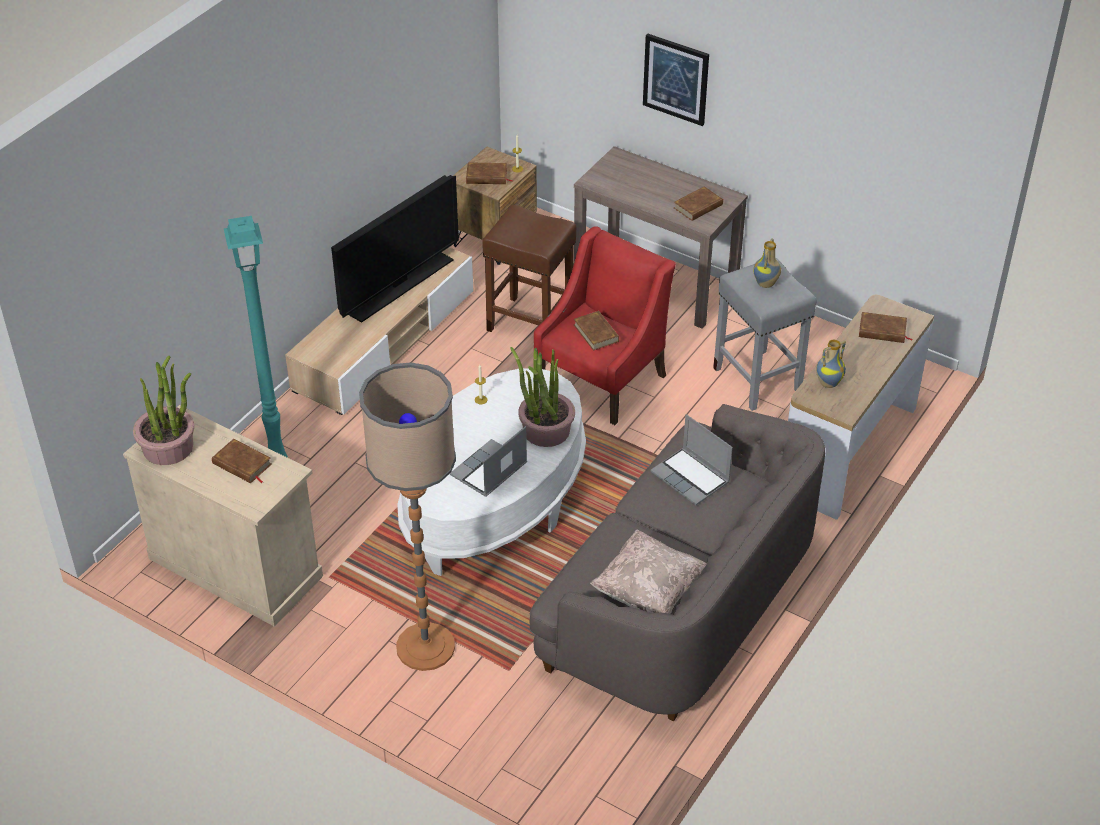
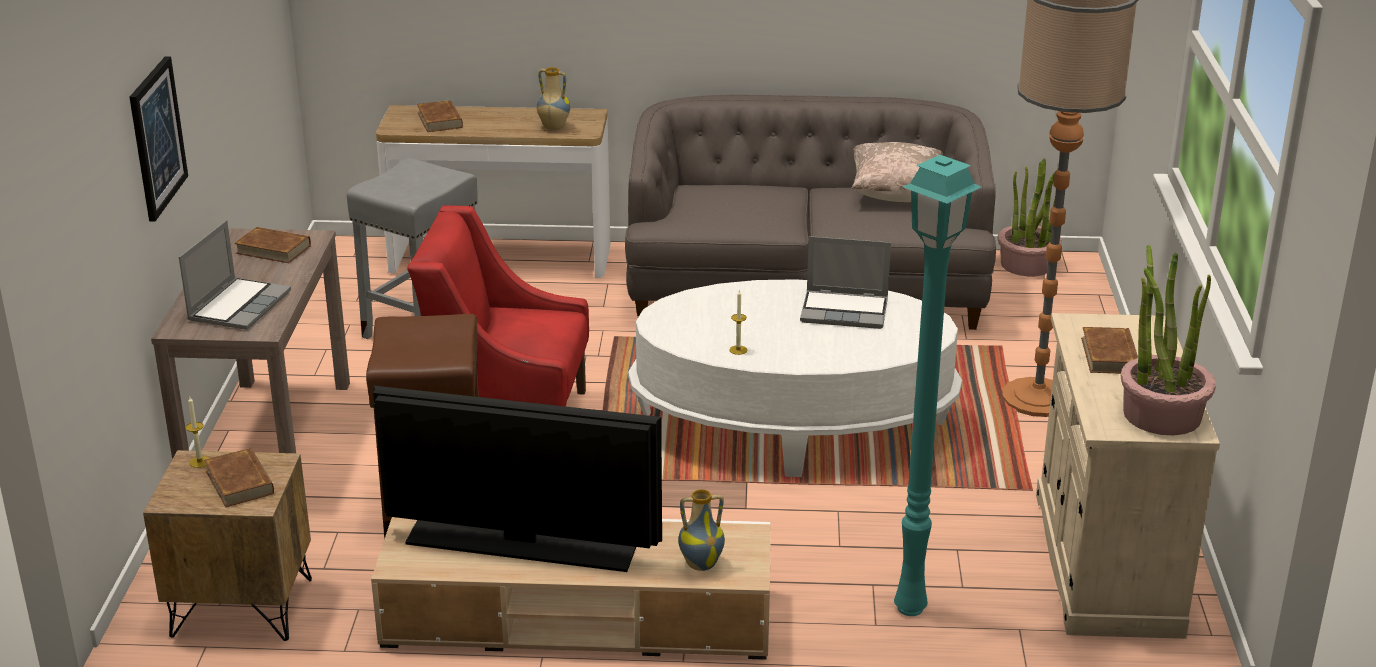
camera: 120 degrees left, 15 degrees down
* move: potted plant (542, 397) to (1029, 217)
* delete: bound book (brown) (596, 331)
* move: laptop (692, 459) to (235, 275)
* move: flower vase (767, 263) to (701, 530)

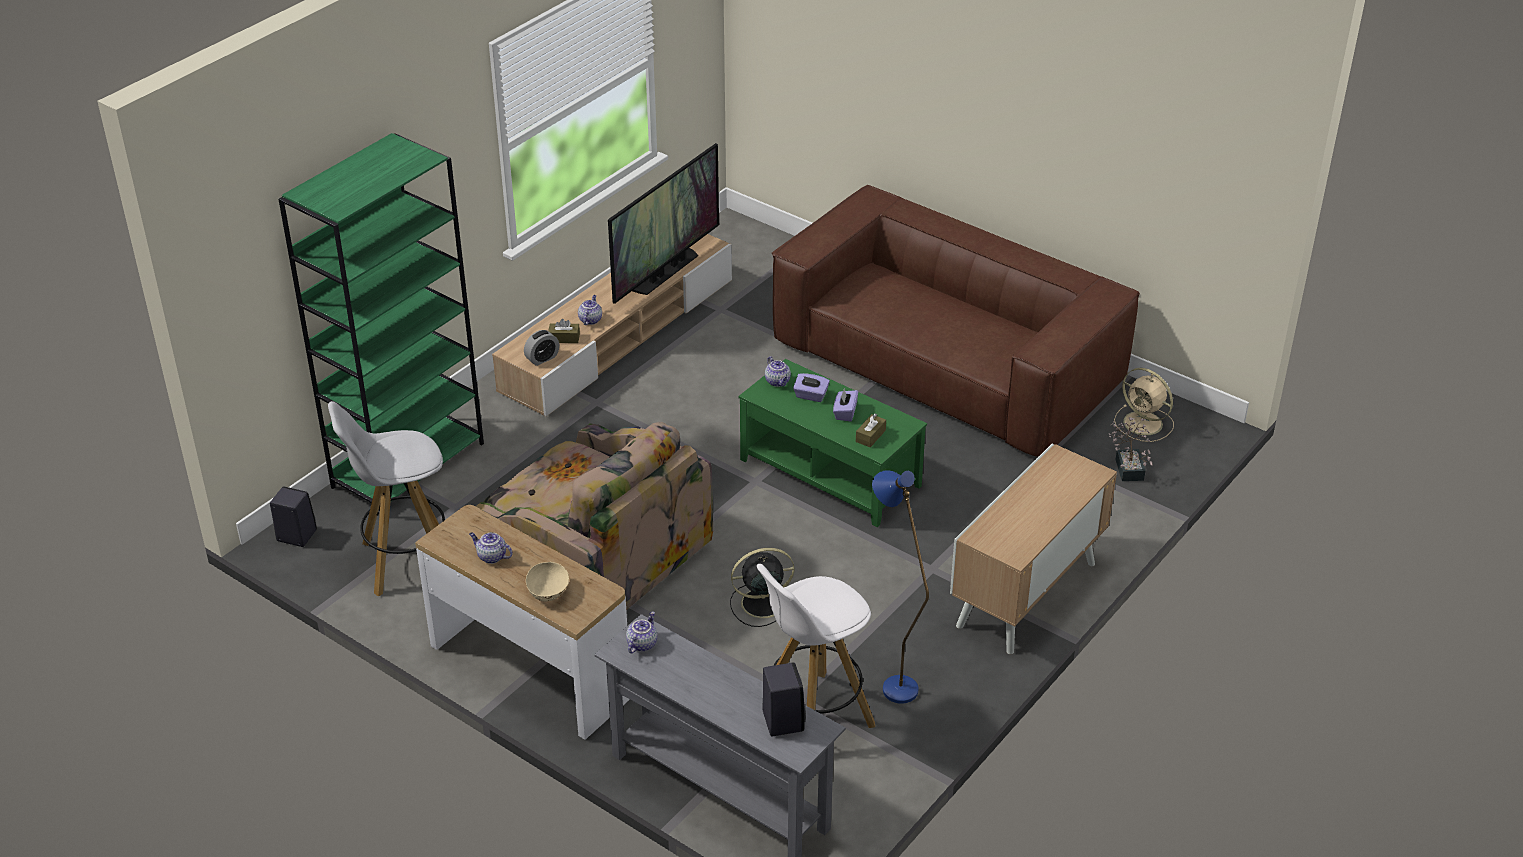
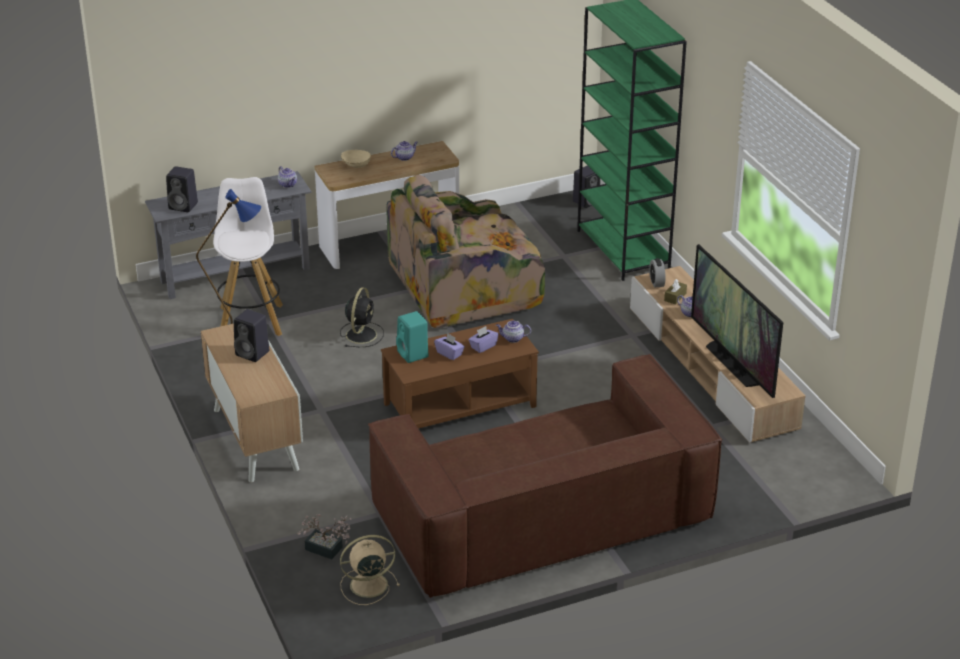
camera: 120 degrees right, 5 degrees down
* delete: stool seat (whitish) (386, 498)
* recolor: low table (green-coloured) (833, 443) to low table (brown) (460, 374)
* replace: tissue holder (brown) (871, 430) to audio speaker (turquoise) (412, 337)
* insert: audio speaker (black) (251, 335)

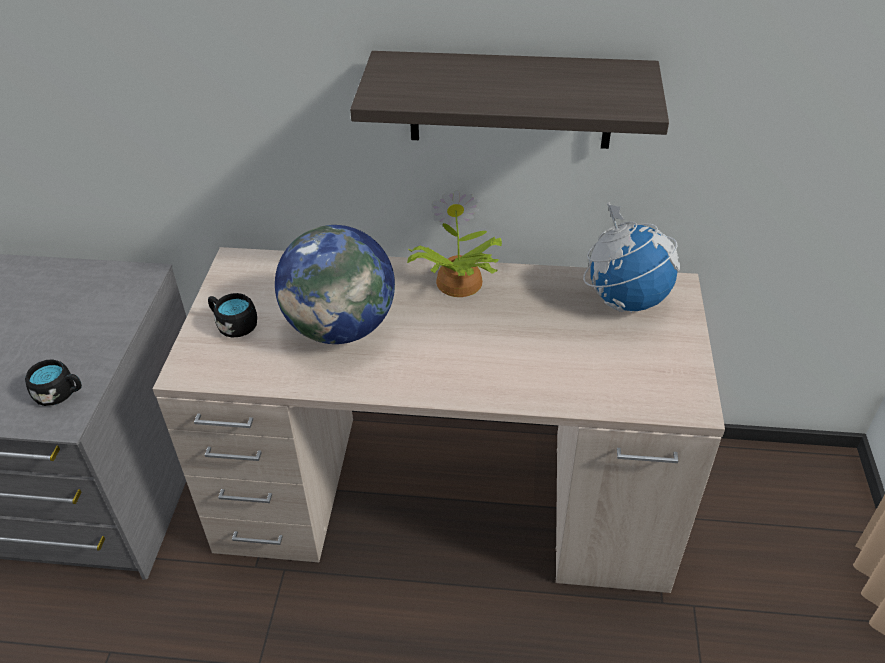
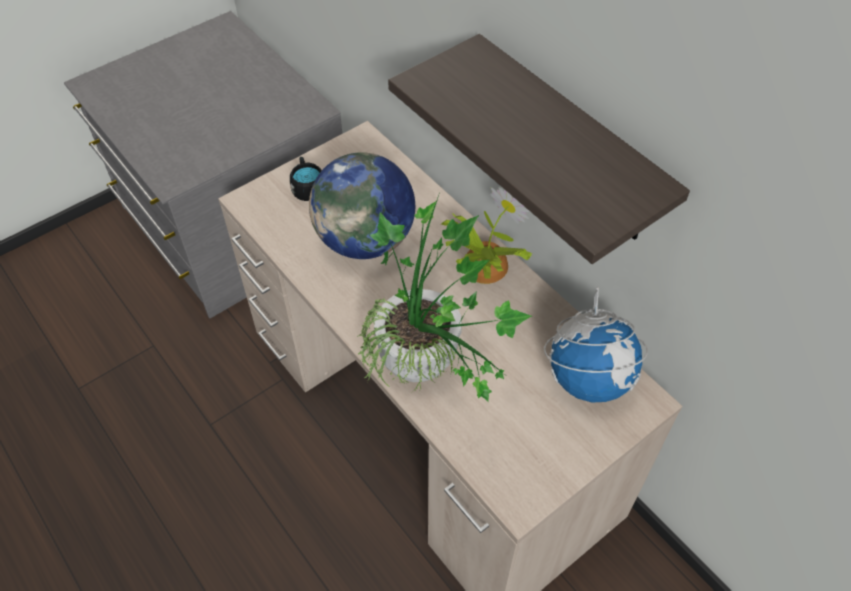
camera: 45 degrees right, 10 degrees up
* delete: tea mug (black) (53, 382)
* insert: potted plant (444, 298)

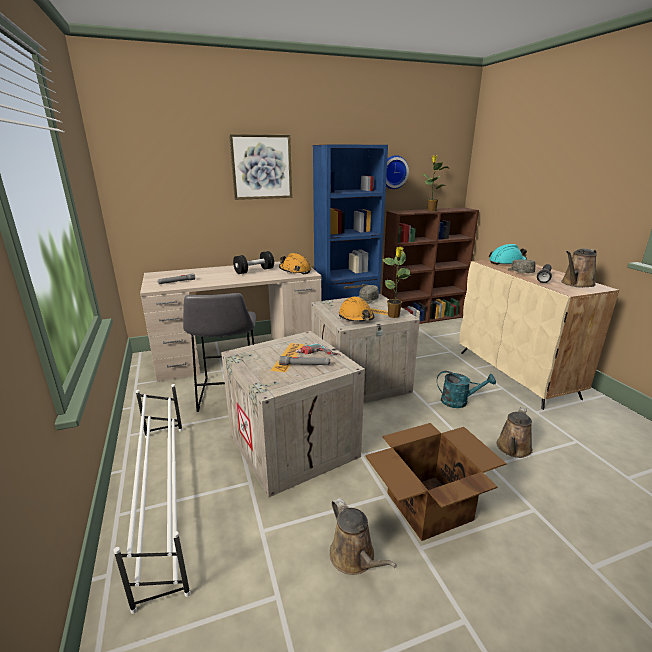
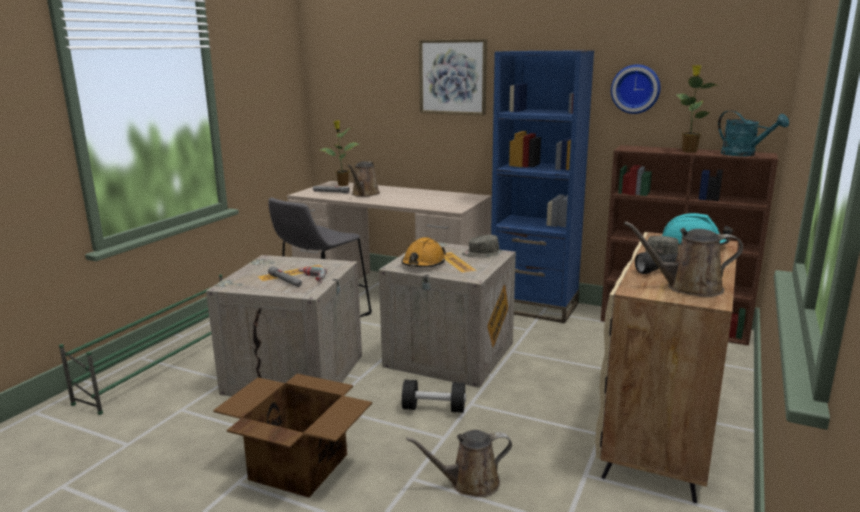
camera: 45 degrees right, 5 degrees down
* recolor: shoe shelf (whitish) (152, 499) to shoe shelf (green-coloured) (141, 345)
* move: dumbbell (black) (253, 262) to (434, 396)
* delete: hard hat (orange-coloured) (295, 263)
* move: watering can (brown) (363, 536) to (364, 179)
* move: potted plant (396, 282) to (340, 153)
* move: watering can (turquoise) (466, 389) to (753, 133)

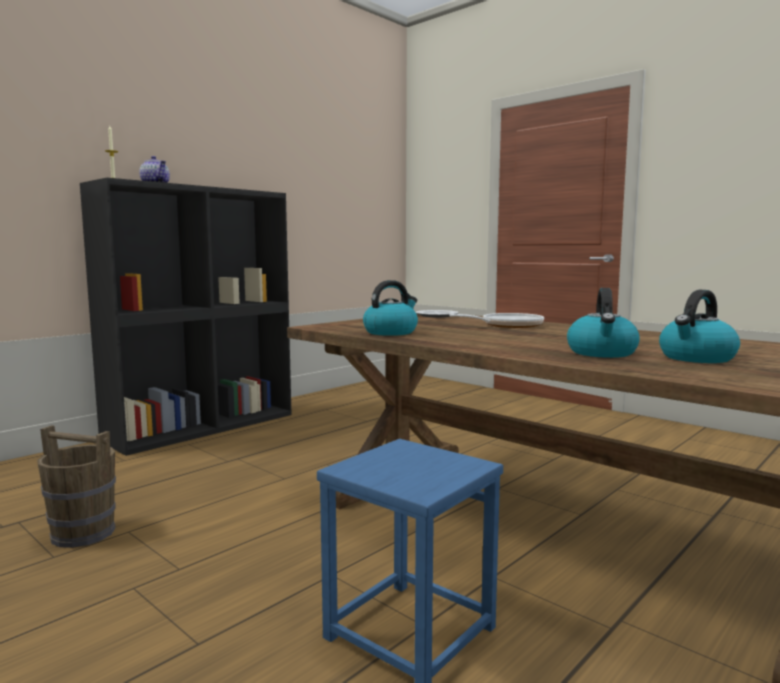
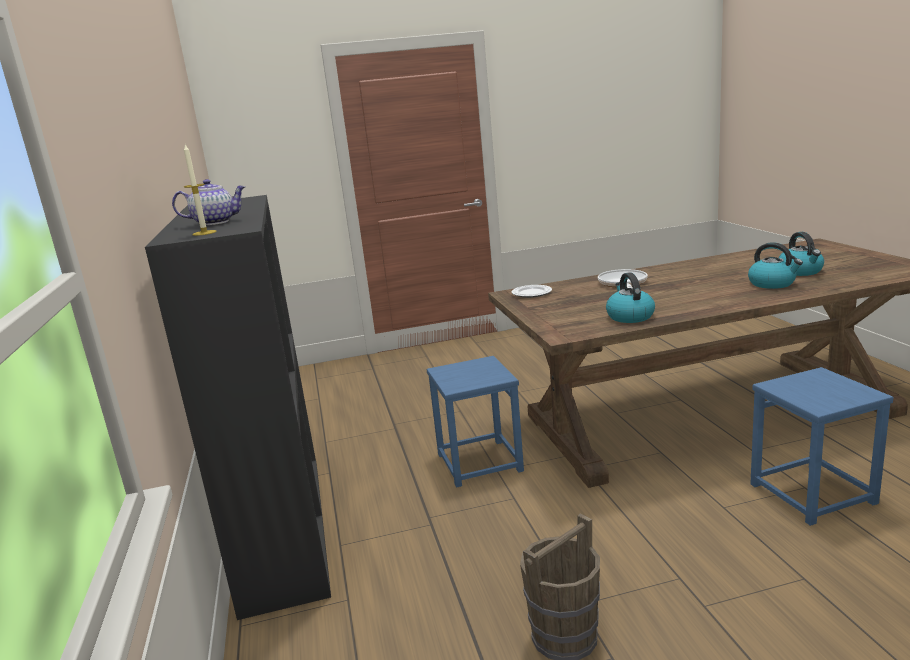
camera: 55 degrees left, 10 degrees up
* insert: stool seat (bluish) (475, 421)

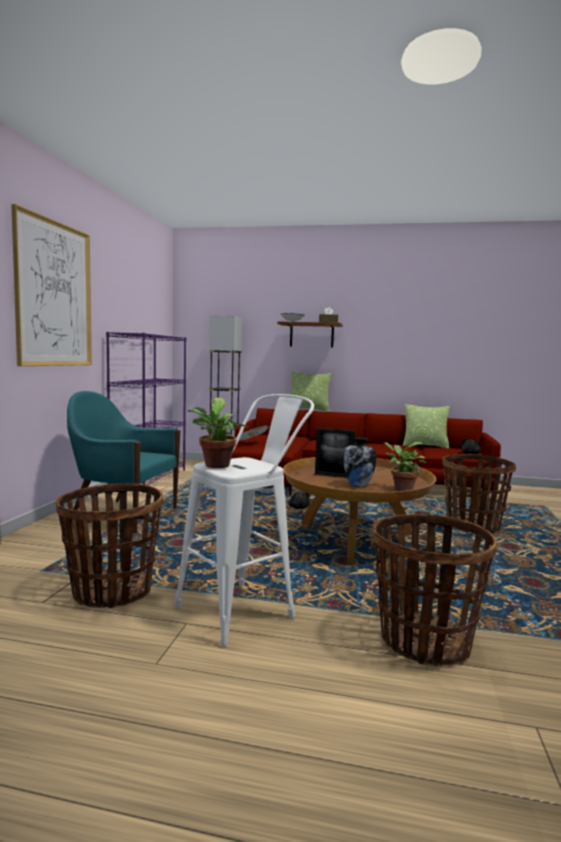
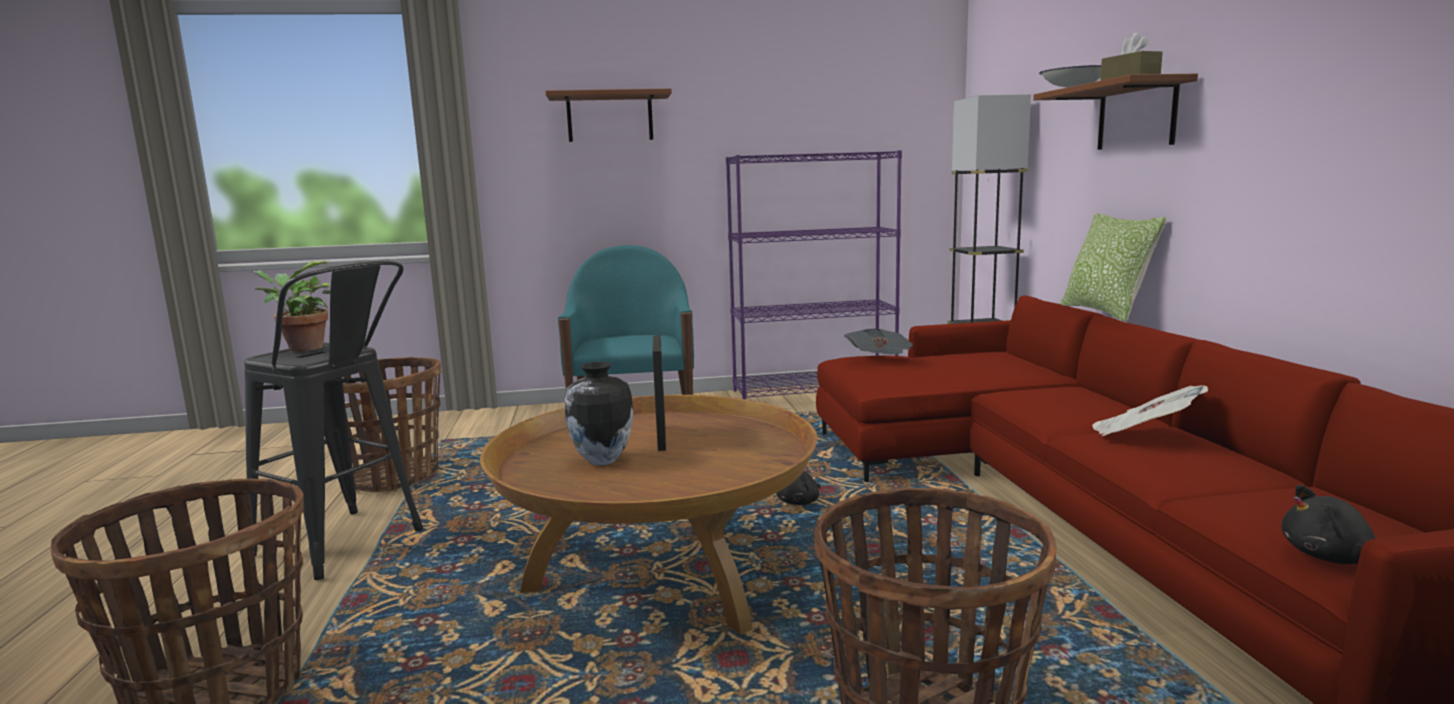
camera: 70 degrees right, 5 degrees up
* replace: picture (51, 285) to wall shelf (brown) (609, 115)
* recolor: stool seat (whitish) (244, 520) to stool seat (black) (333, 420)
* delete: potted plant (404, 466)
* delete: pillow (426, 426)
* insert: newspaper (1150, 410)

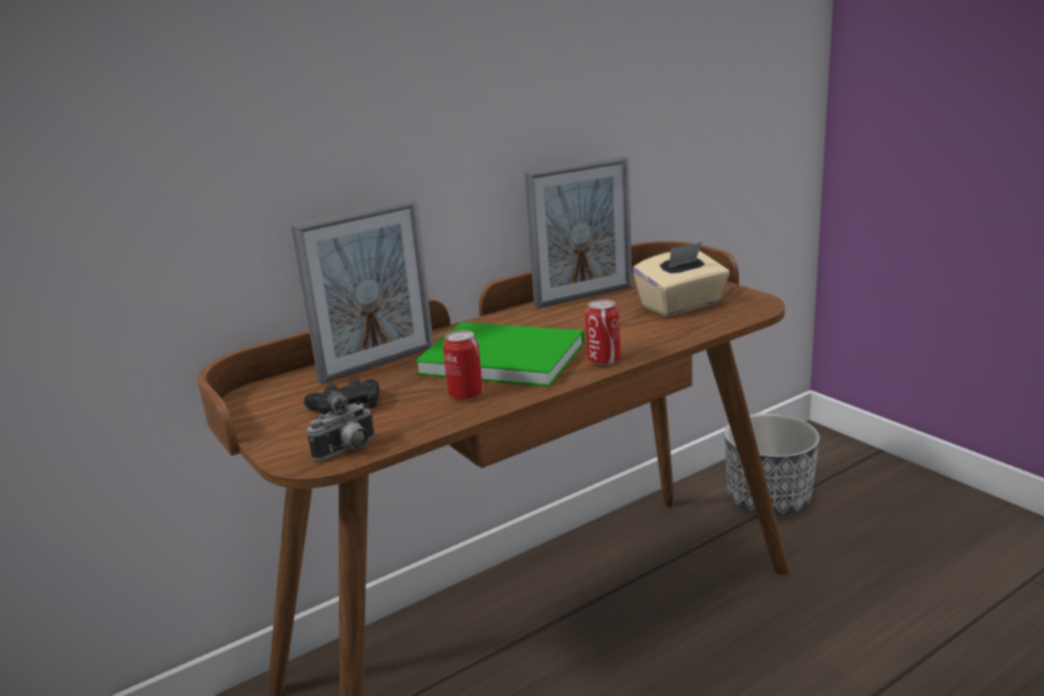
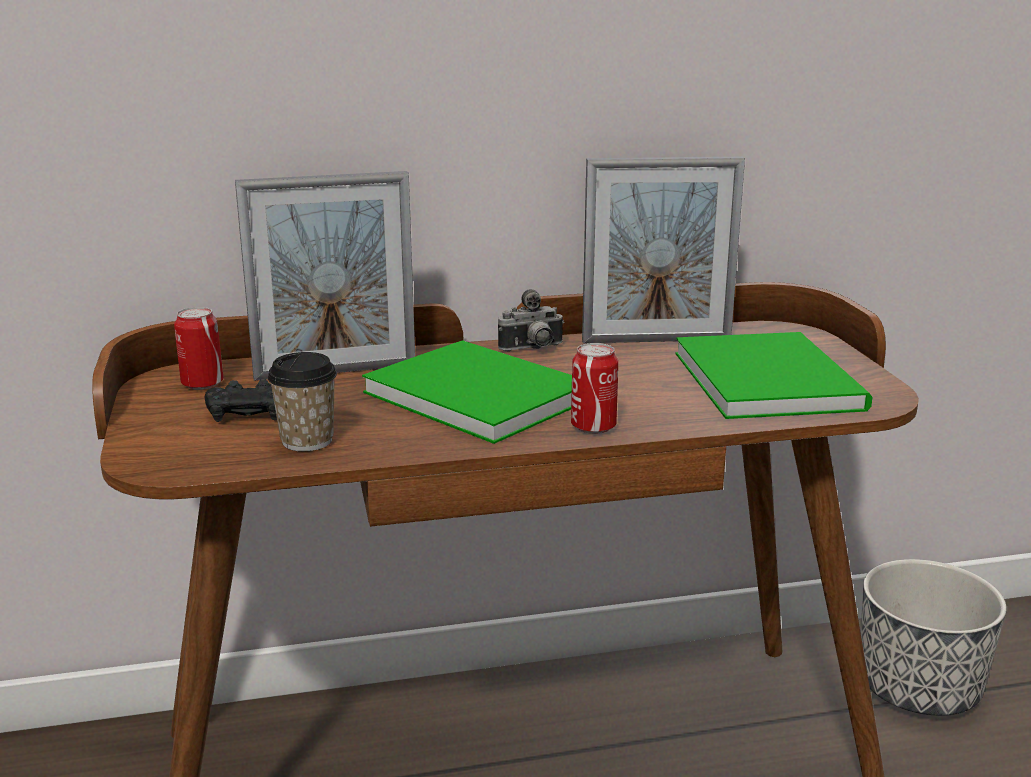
camera: 20 degrees right, 0 degrees up
* move: still camera (341, 425) to (531, 320)
* move: metal can (463, 365) to (199, 348)
* replace: tissue holder (beige-coloured) (681, 279) to bound book (green-coloured) (774, 375)
* insert: cup (302, 401)

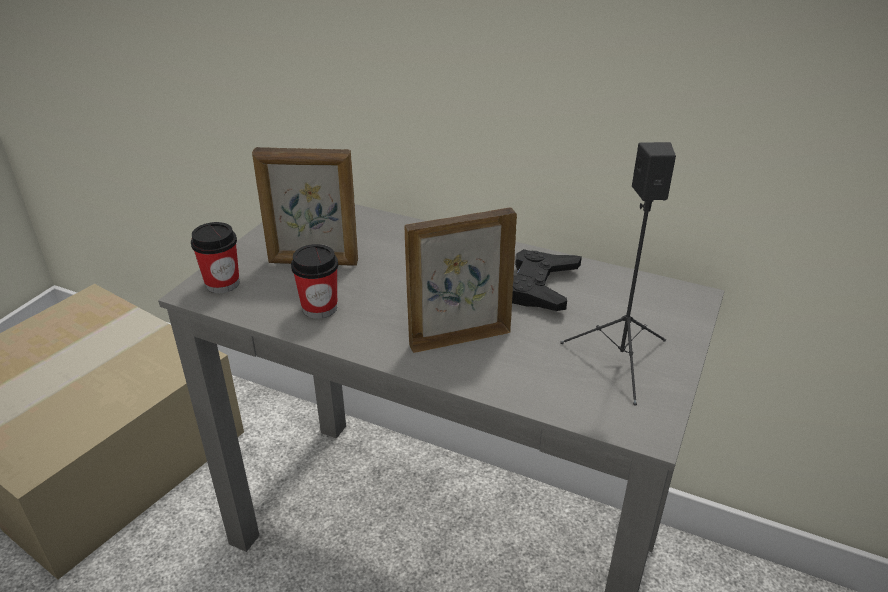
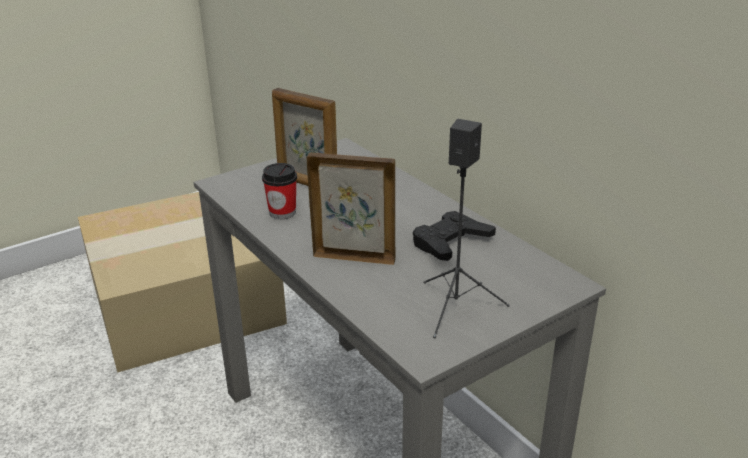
camera: 30 degrees right, 5 degrees down
* delete: cup (215, 257)

